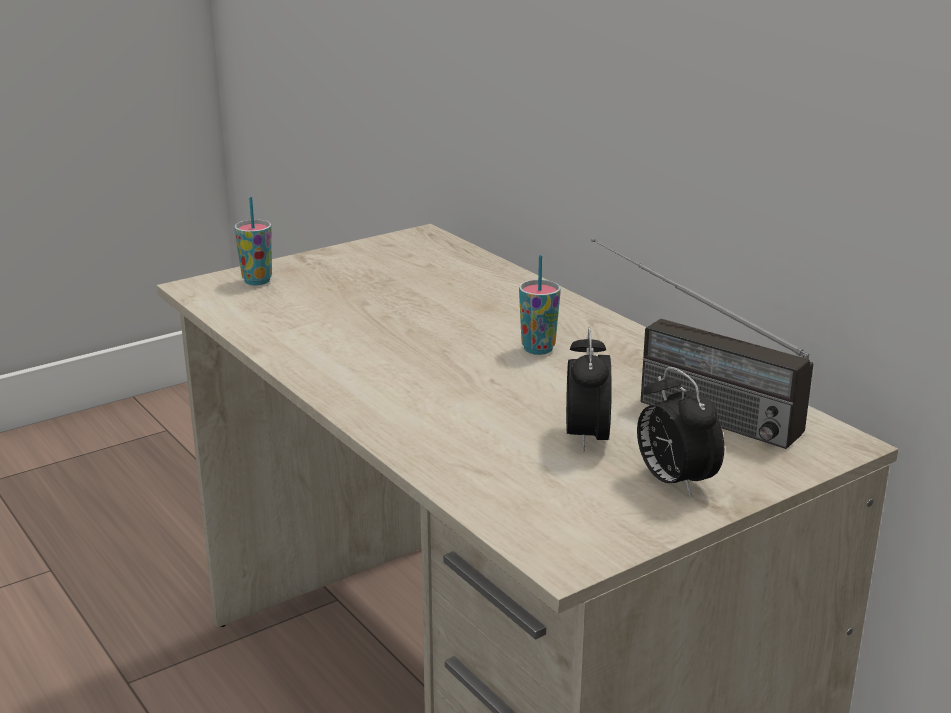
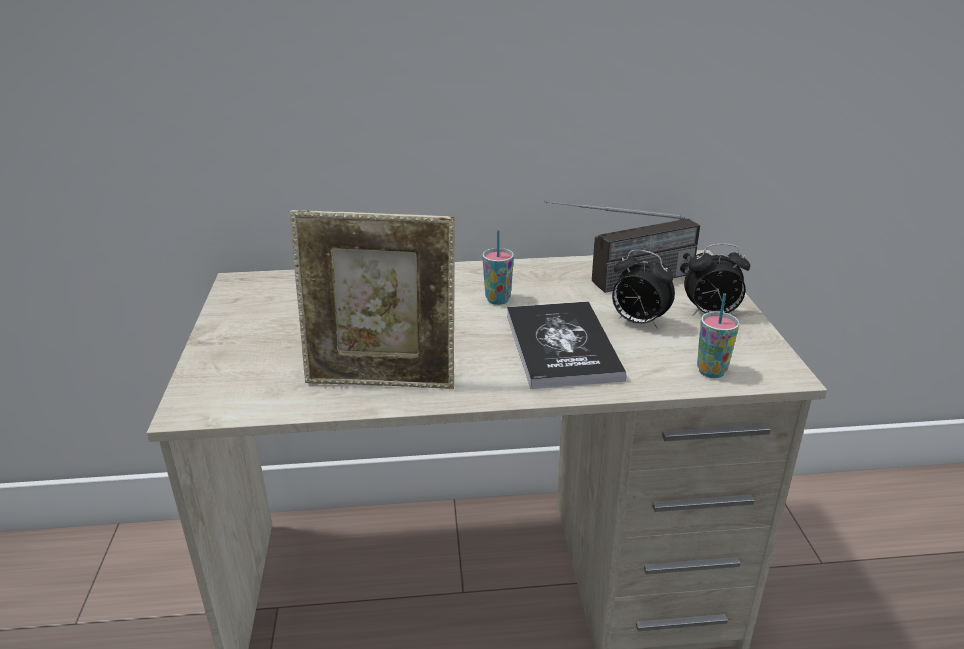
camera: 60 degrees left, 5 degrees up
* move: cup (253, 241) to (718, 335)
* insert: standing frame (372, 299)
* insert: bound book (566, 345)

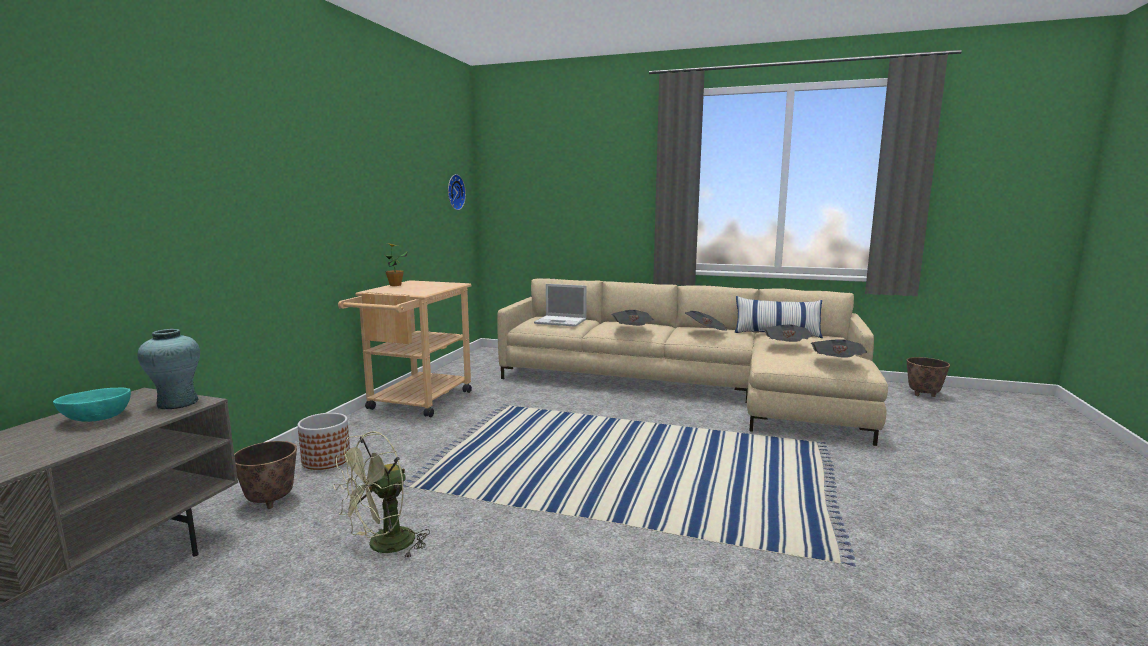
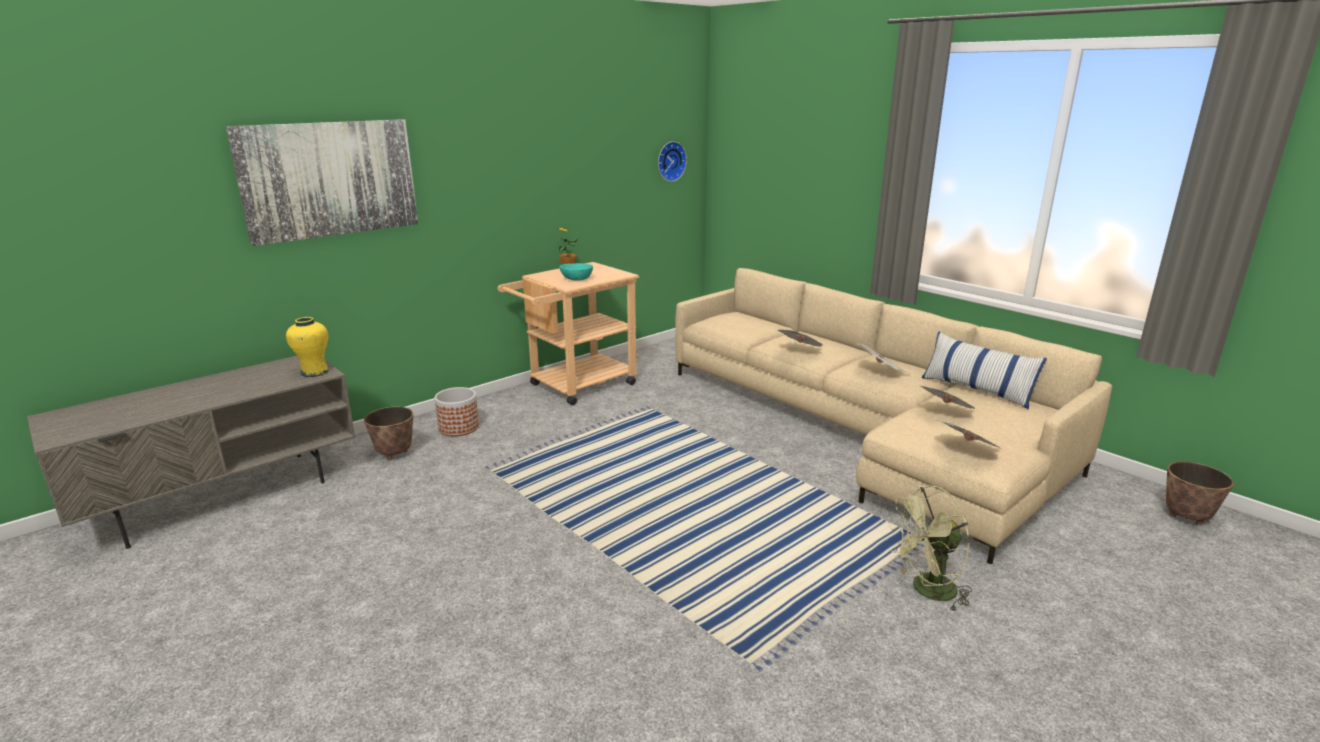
camera: 30 degrees right, 10 degrees up
* move: serving bowl (turquoise) (92, 405) to (576, 272)
* recolor: flower vase (turquoise) (168, 369) to flower vase (yellow-coloured) (307, 347)
* move: fan (green-coloured) (381, 494) to (930, 549)
* delete: laptop (560, 305)
* insert: picture (322, 182)

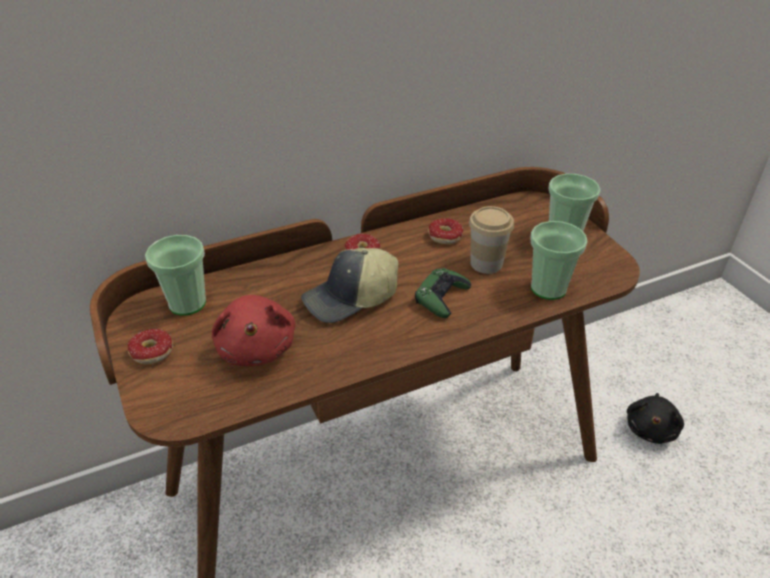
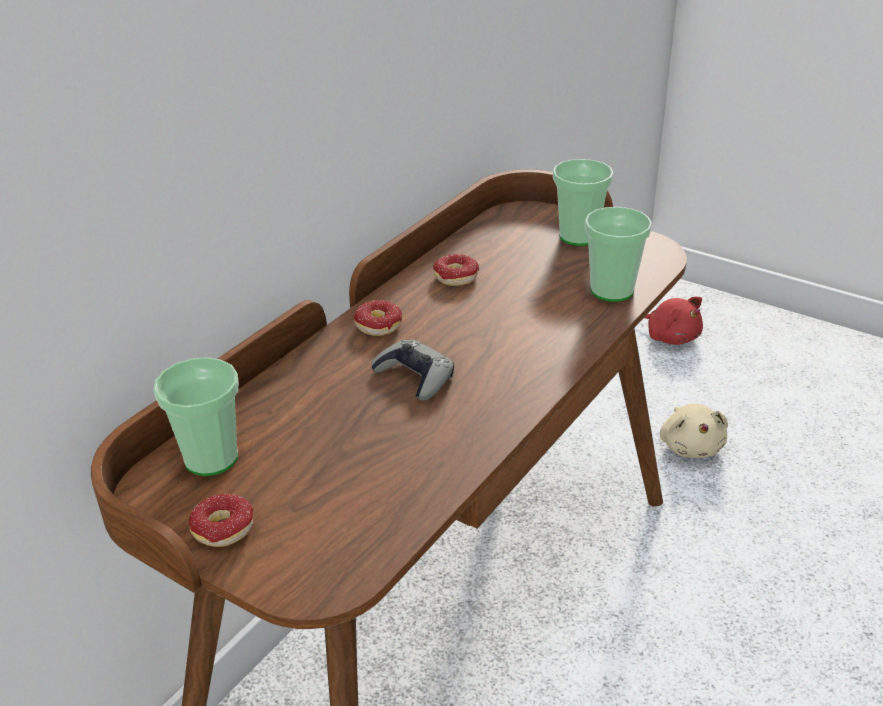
camera: 30 degrees left, 5 degrees down
* move: soft toy (red) (253, 330) to (673, 321)
* replace: cap (349, 285) to gamepad (gray) (412, 370)
* delete: gamepad (green-coloured) (443, 293)
* delete: cup (491, 240)
* recolor: soft toy (black) (655, 418) to soft toy (beige-coloured) (694, 430)

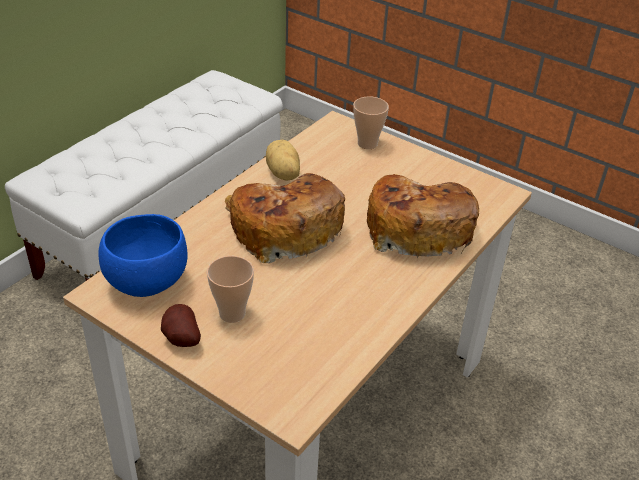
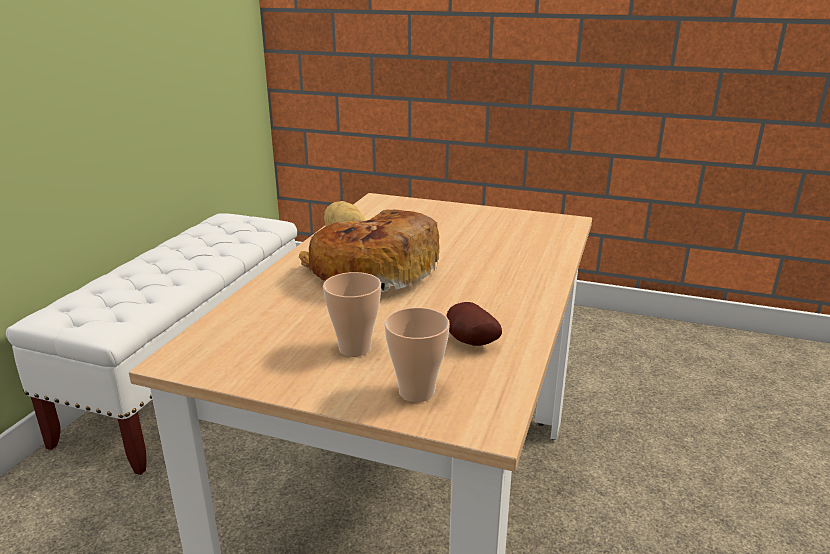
camera: 15 degrees left, 15 degrees down
* delete: serving bowl (bluish) (143, 255)
* move: potato (181, 325) to (474, 324)
* move: cup (371, 122) to (417, 354)
* delete: baked bread (423, 216)

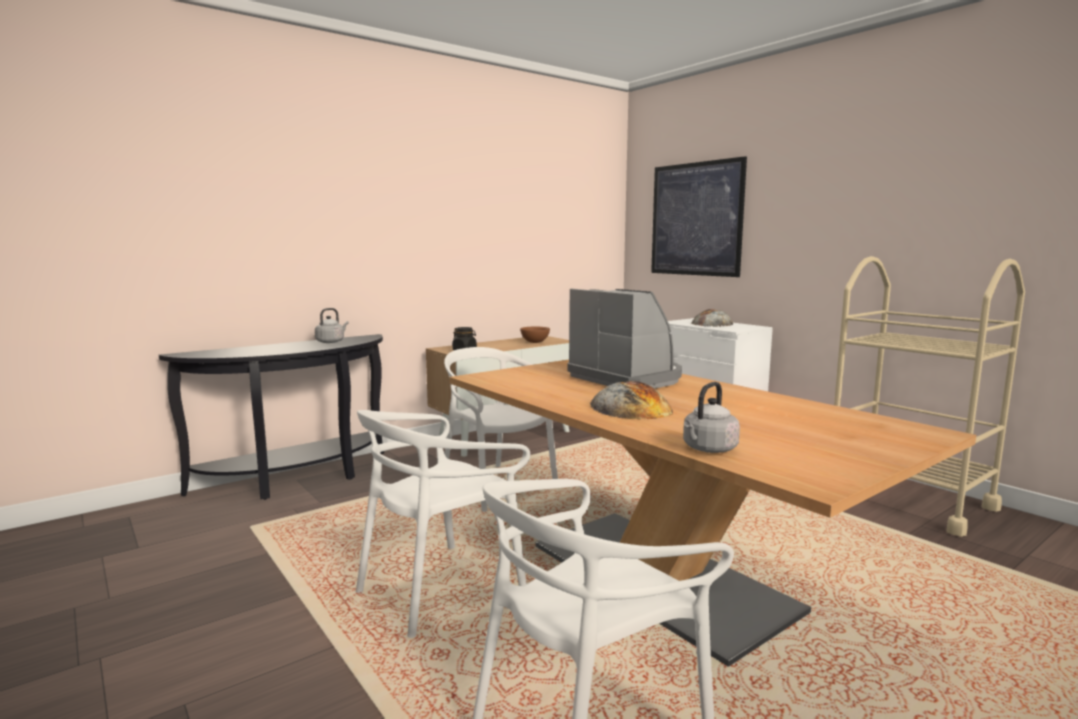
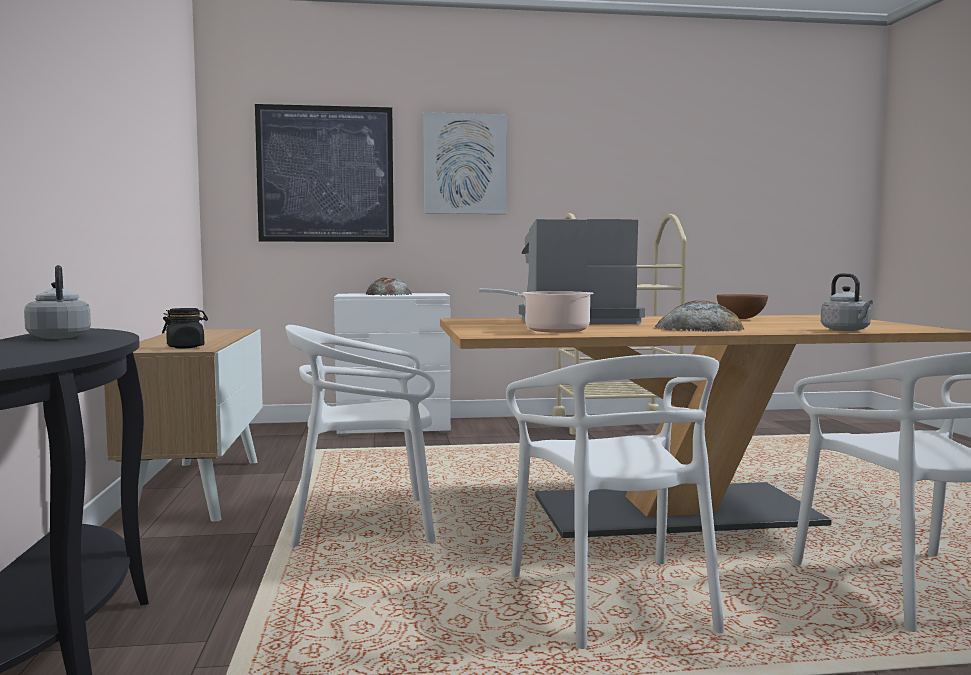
camera: 60 degrees left, 5 degrees down
* move: serving bowl (brown) (535, 335) to (742, 306)
* insert: picture (464, 163)
* insert: saucepot (536, 311)

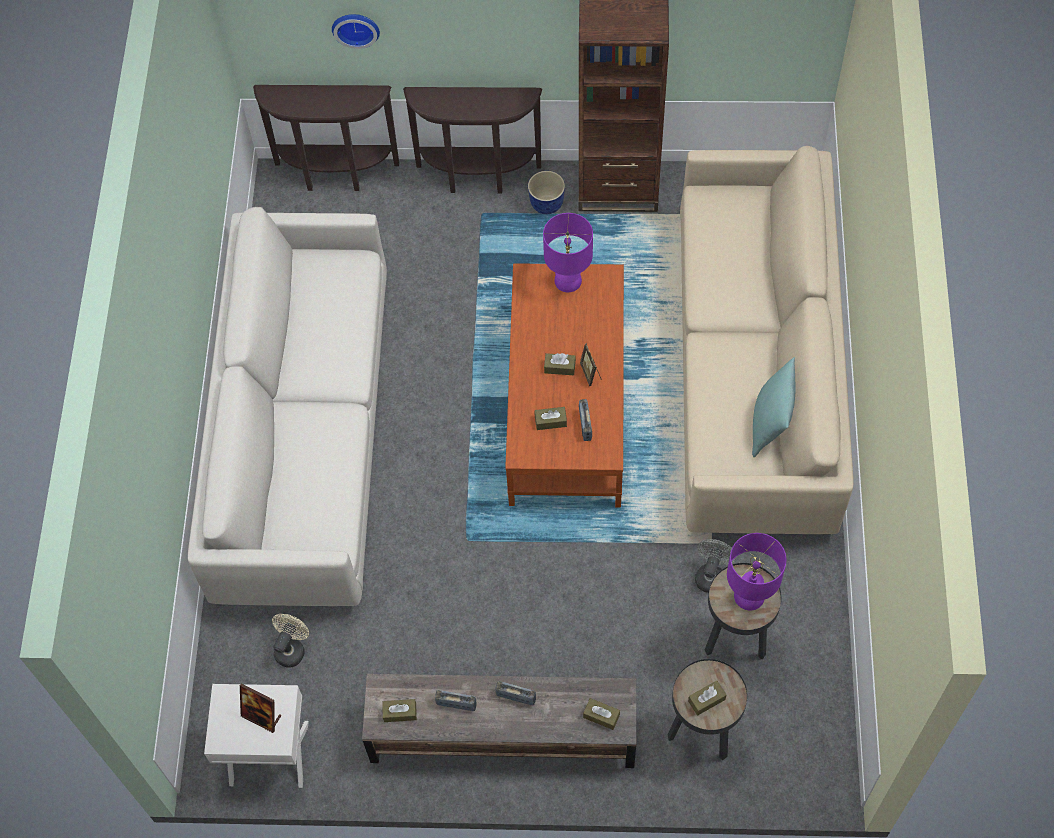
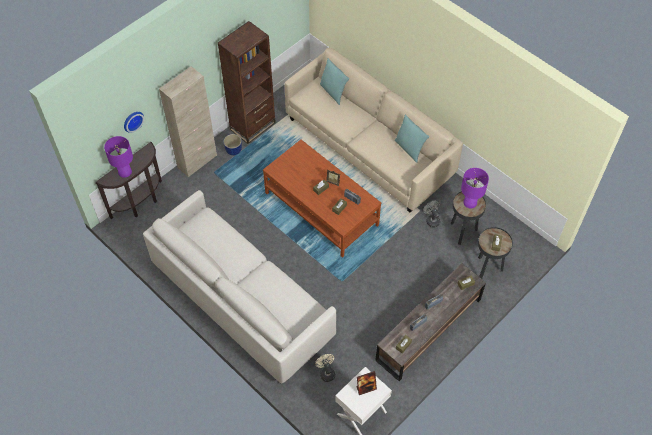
camera: 50 degrees left, 5 degrees down
* replace: narrow table (brown) (472, 140) to cupboard (beige-coloured) (188, 121)
* move: lamp for a table (purple) (568, 252) to (118, 157)
* insert: pillow (turquoise) (334, 81)

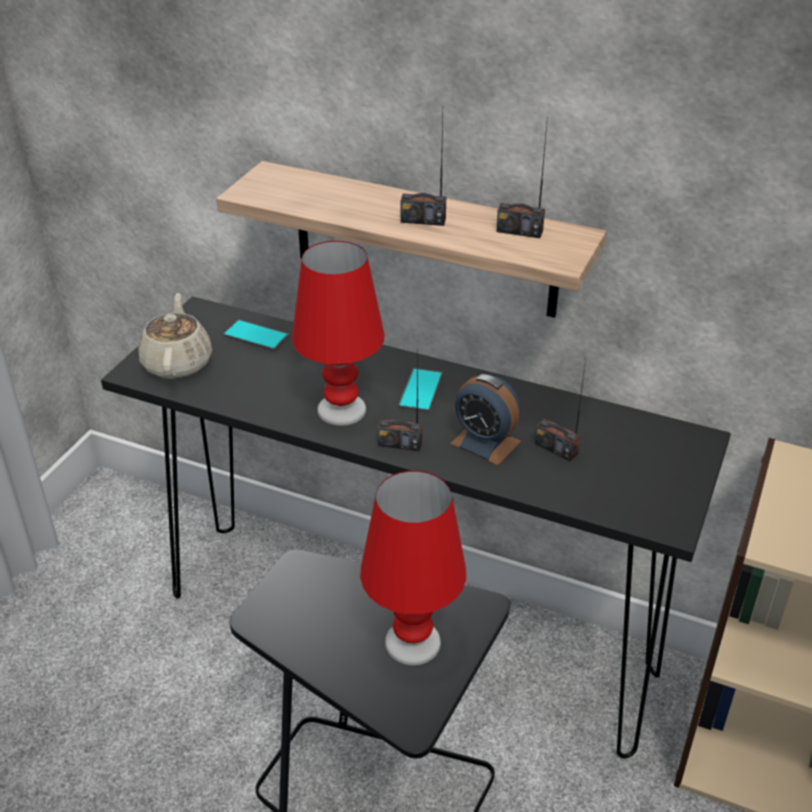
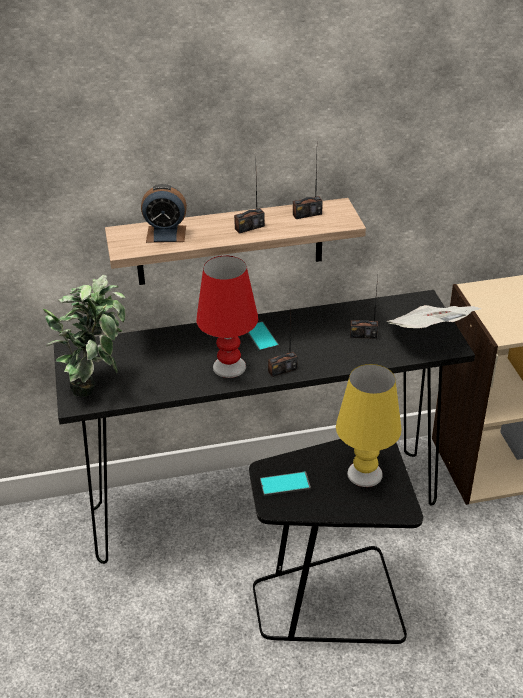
camera: 35 degrees left, 0 degrees up
* replace: pot for tea (beige-coloured) (175, 336) to potted plant (84, 336)
* move: telephone (256, 335) to (285, 484)
* recolor: lamp for a table (red) (413, 568) to lamp for a table (yellow-coloured) (368, 425)
* move: alarm clock (485, 420) to (164, 213)
* insert: newspaper (434, 316)

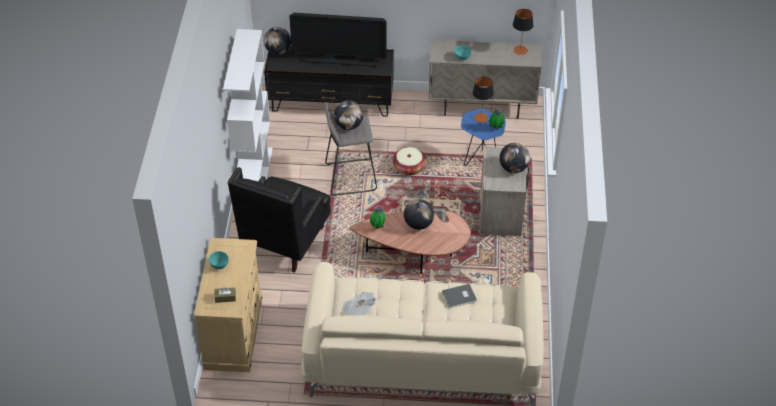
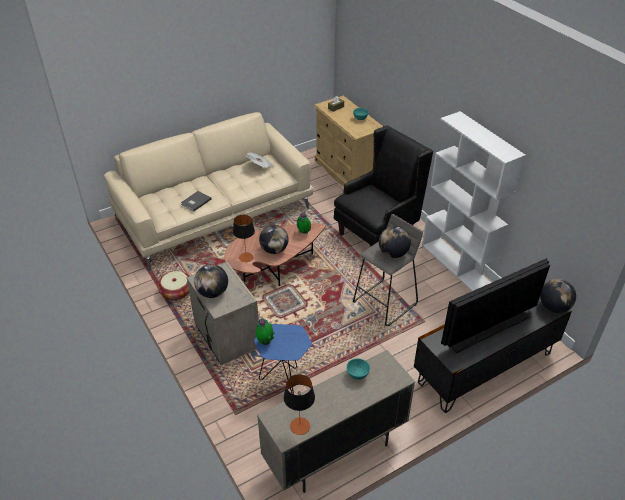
camera: 145 degrees right, 5 degrees down
* rotate: easy chair (black) (279, 220) = (383, 186) 60 degrees clockwise
* move: household basket (409, 161) to (173, 285)
* move: lamp for a table (483, 99) to (244, 238)

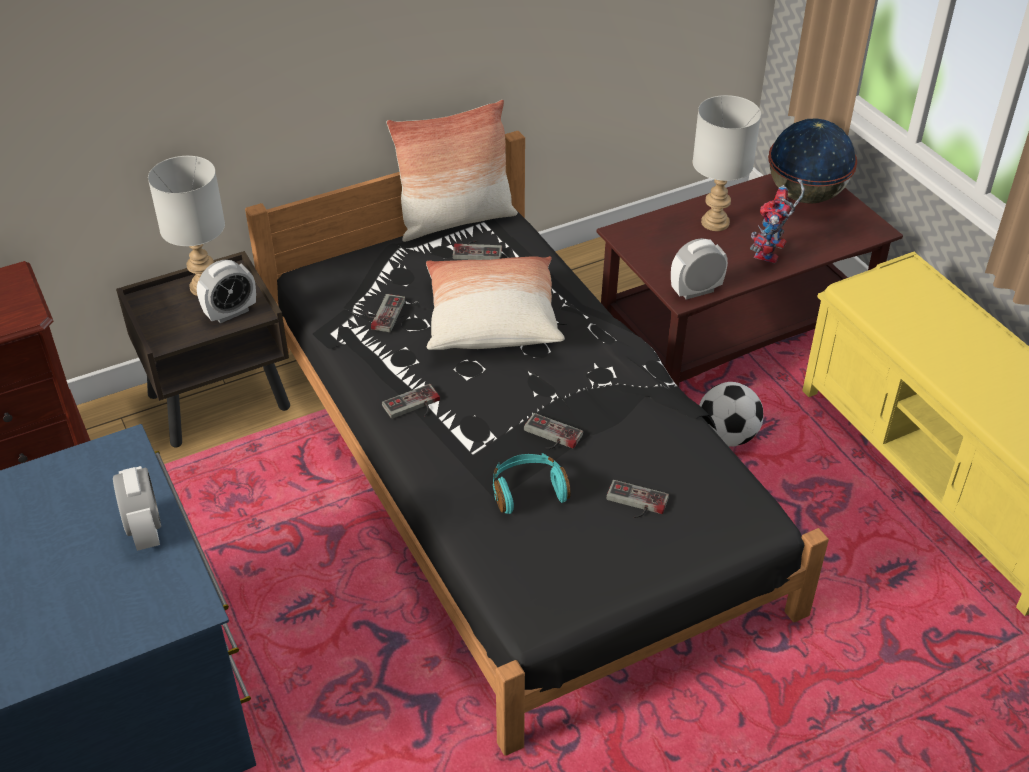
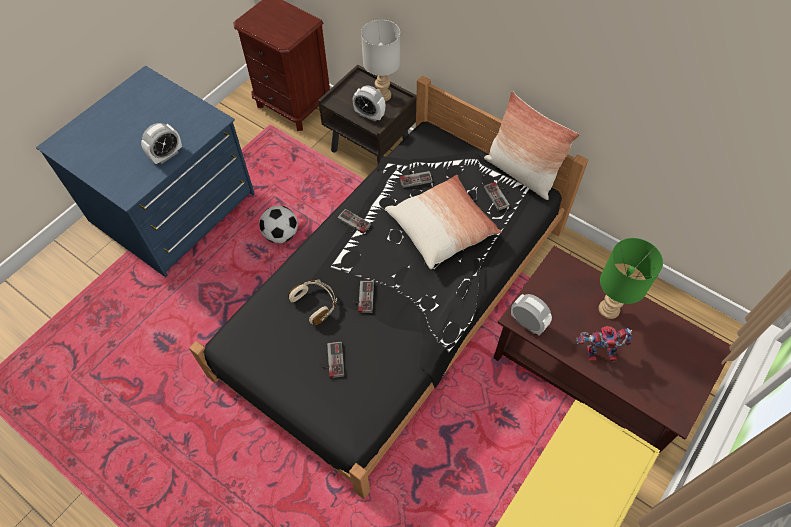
camera: 65 degrees right, 15 degrees up
* recolor: headset (turquoise) (532, 483) to headset (beige-coloured) (312, 302)
* recolor: lamp for a table (gray) (727, 163) to lamp for a table (green-coloured) (630, 278)
* move: ball for football (731, 414) to (278, 224)
* delete: globe (812, 161)

